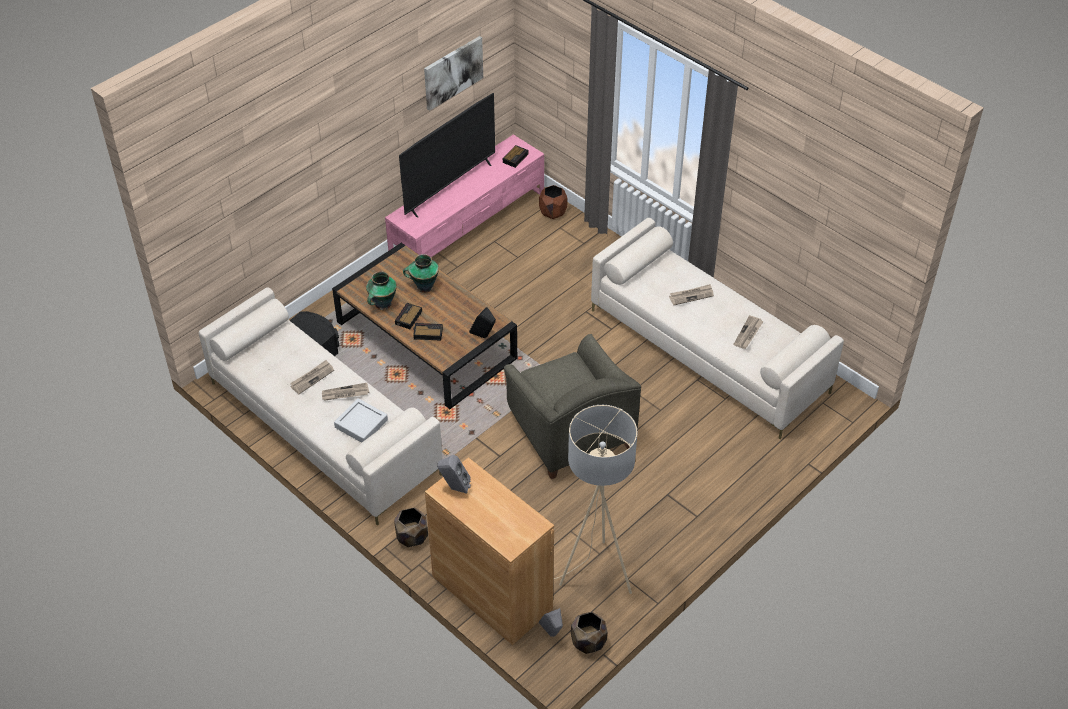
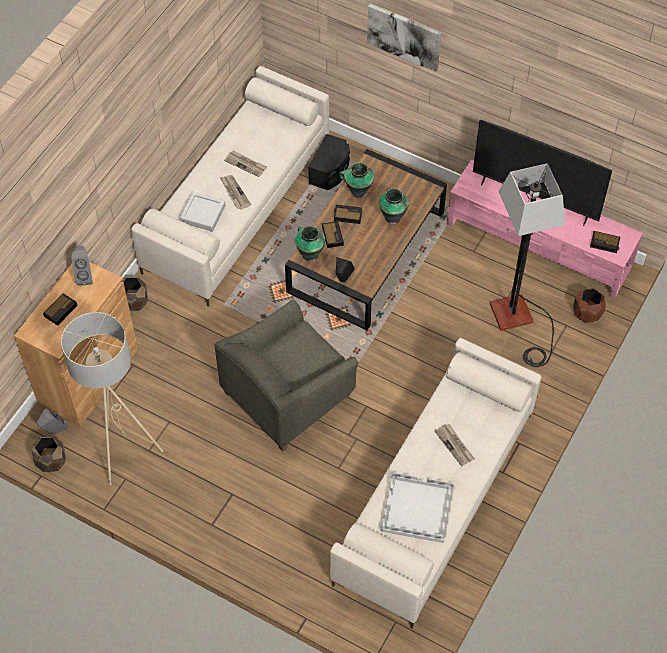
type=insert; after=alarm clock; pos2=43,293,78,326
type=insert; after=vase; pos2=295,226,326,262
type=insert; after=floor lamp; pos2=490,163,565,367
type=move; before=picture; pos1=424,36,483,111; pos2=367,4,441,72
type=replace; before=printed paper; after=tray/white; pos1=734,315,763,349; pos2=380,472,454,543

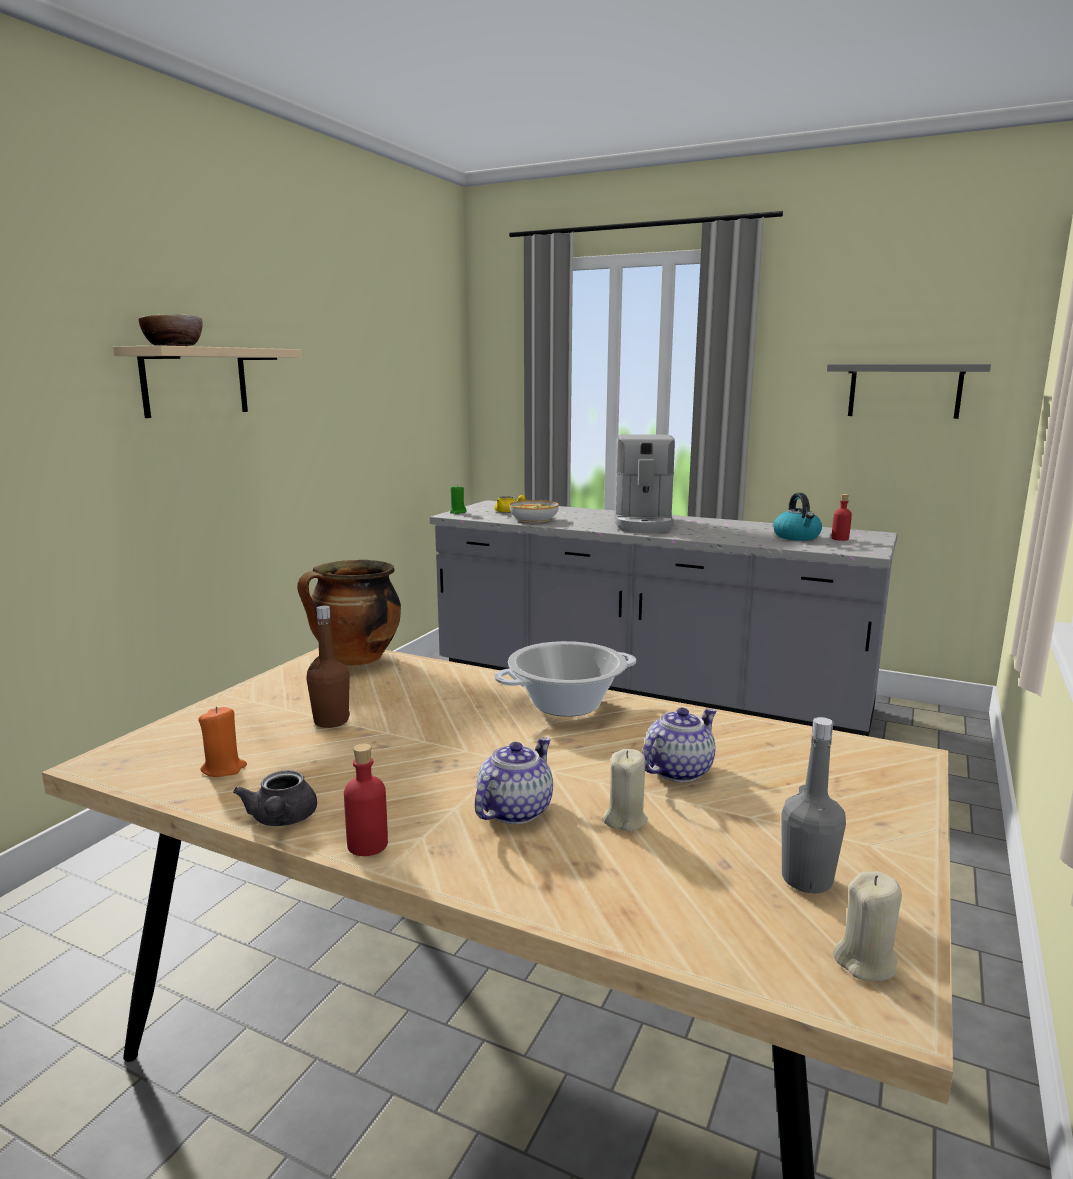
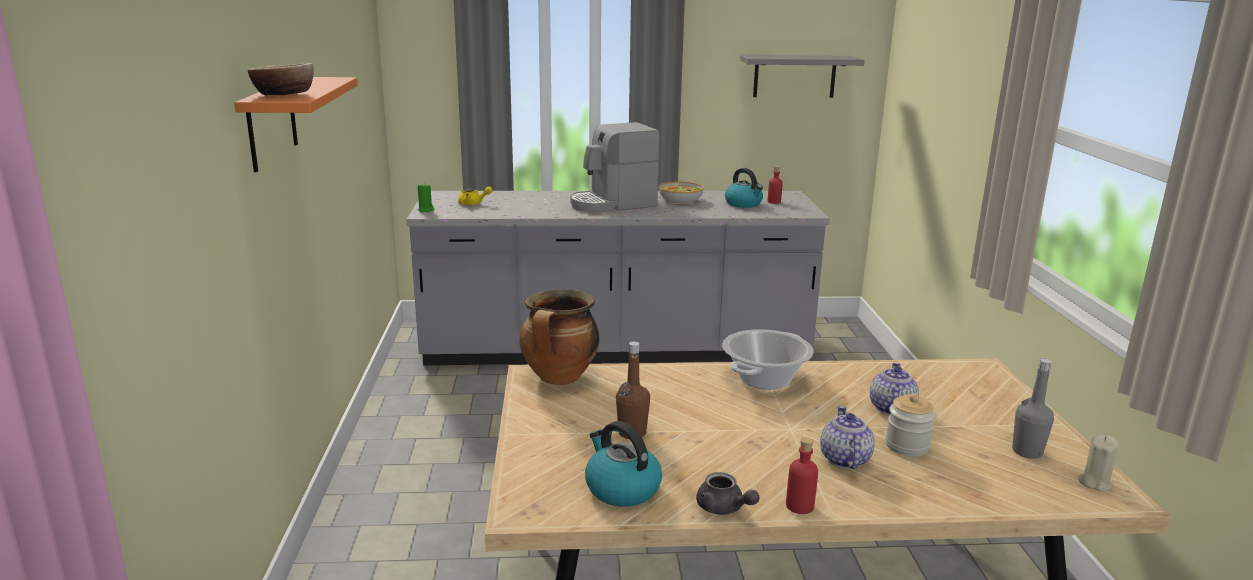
type=move; before=serving bowl; pos1=509,500,559,523; pos2=659,182,704,204
type=replace; before=wax light/orange; after=kettle; pos1=198,707,247,777; pos2=585,421,662,507
type=replace; before=wax light/beige-coloured; after=storage jar; pos1=603,749,648,831; pos2=885,393,935,457
type=recolor; before=bracket shelf/beige-coloured; after=bracket shelf/orange; pos1=113,345,302,418; pos2=234,77,358,172
type=rotate; before=coffee maker; pos1=615,434,675,534; pos2=570,122,660,213; turn=90

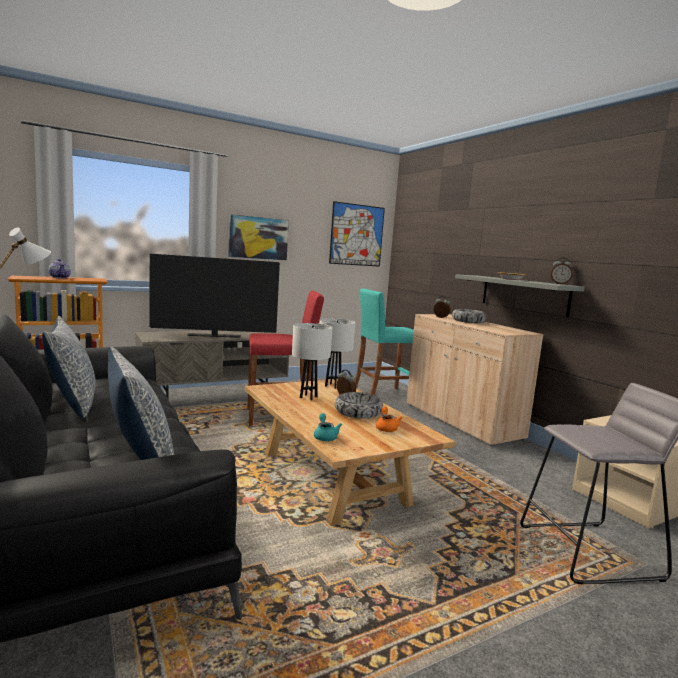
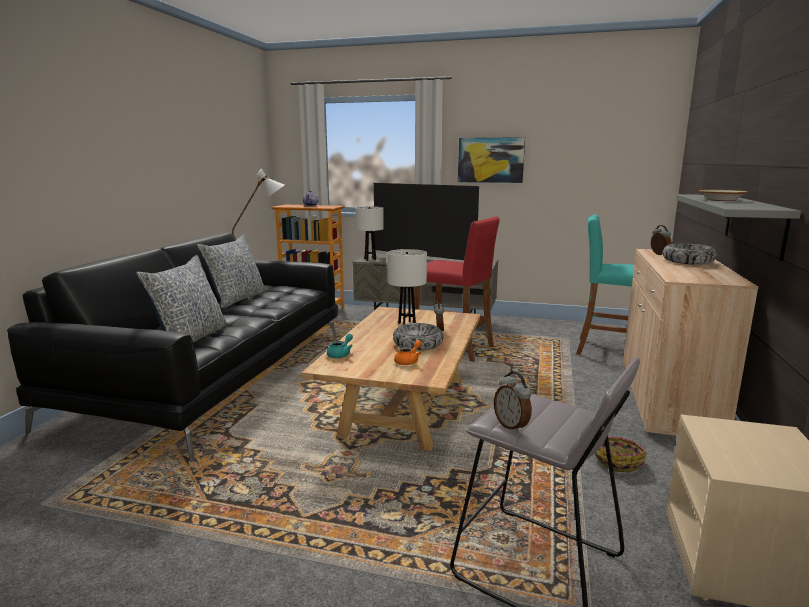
type=delete; before=picture; pos1=329,201,385,267
type=insert; after=household basket; pos2=595,437,647,473
type=move; before=tabletop lamp/white; pos1=320,318,355,389; pos2=356,206,384,261
type=move; before=alarm clock; pos1=550,258,573,285; pos2=494,372,532,433

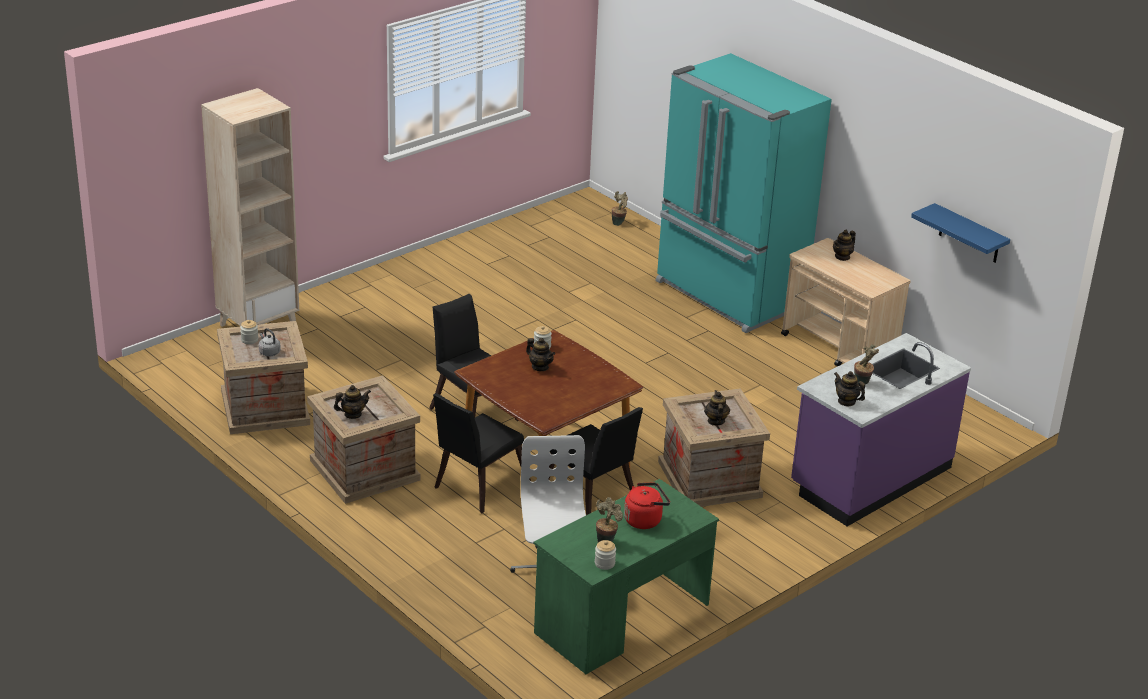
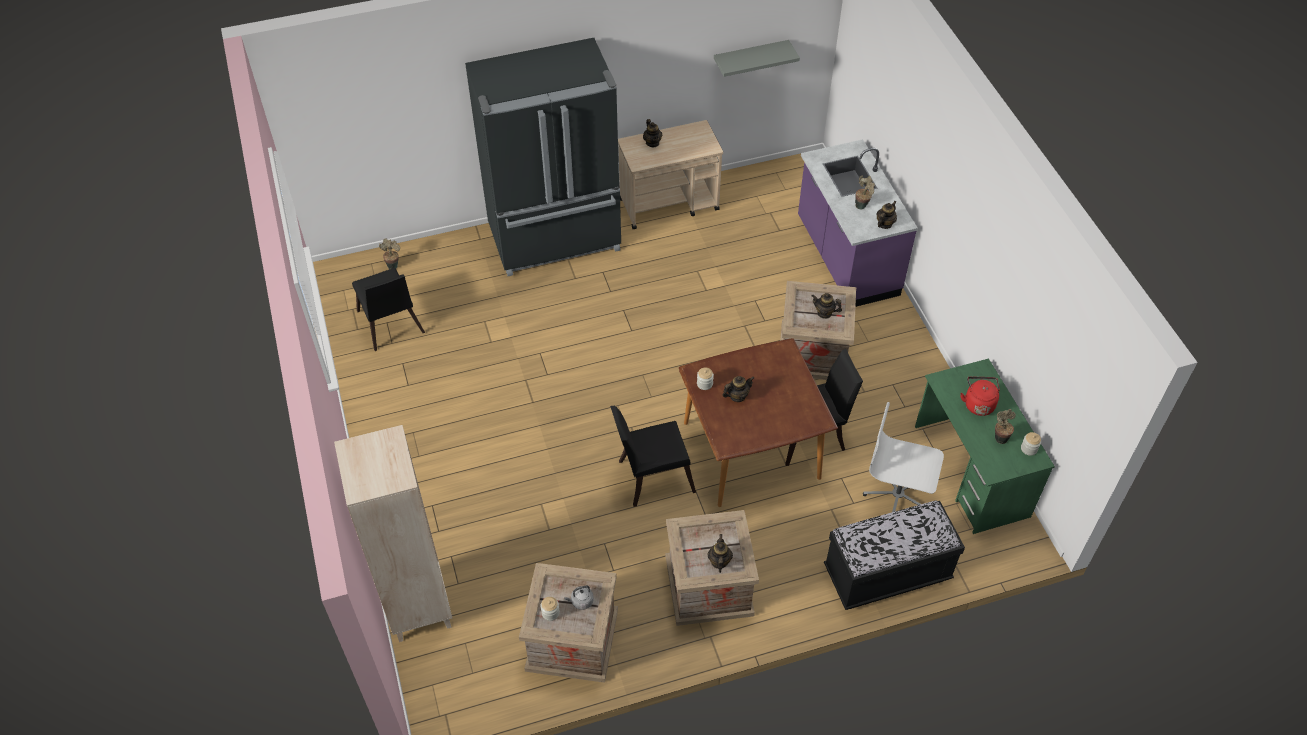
type=insert; after=indoor bench/black; pos2=824,500,965,610
type=move; before=upright chair/black; pos1=433,393,531,513; pos2=352,268,425,351
type=recolor; before=fridge/blue-green; after=fridge/black; pos1=656,53,832,333; pos2=465,38,621,276
type=recolor; before=bracket shelf/blue-coloured; after=bracket shelf/gray; pos1=911,203,1010,263; pos2=714,40,800,77
type=rotate; before=teapot; pos1=834,371,865,406; pos2=877,201,897,229; turn=150

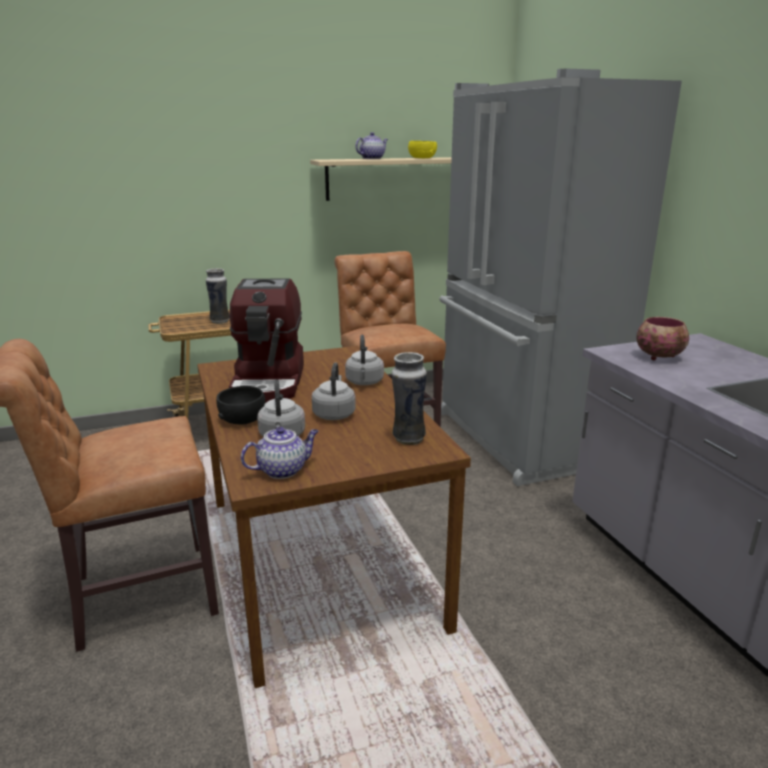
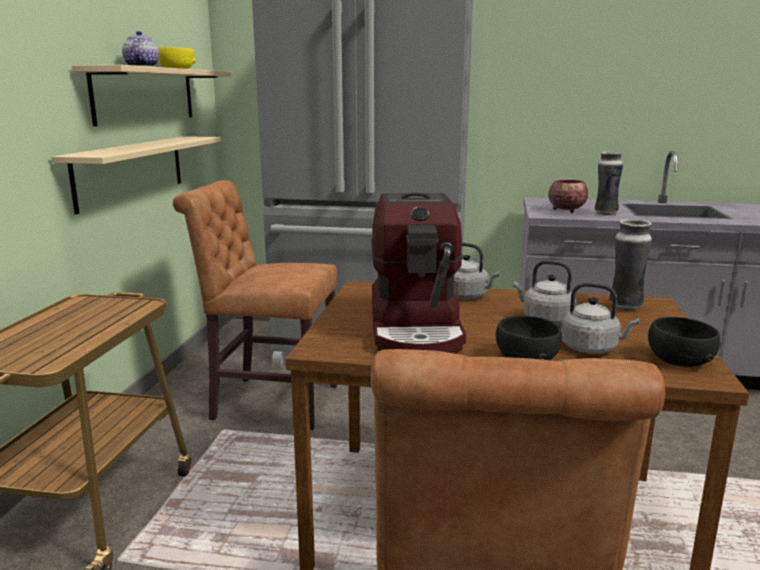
type=insert; after=bracket shelf/beige-coloured; pos2=52,136,221,214
type=move; before=vase; pos1=206,268,230,324; pos2=595,152,623,215
type=replace; before=teapot; after=serving bowl/black; pos1=241,427,319,479; pos2=648,317,720,367
type=rotate; before=coffee maker; pos1=229,278,304,402; pos2=371,193,466,354; turn=60

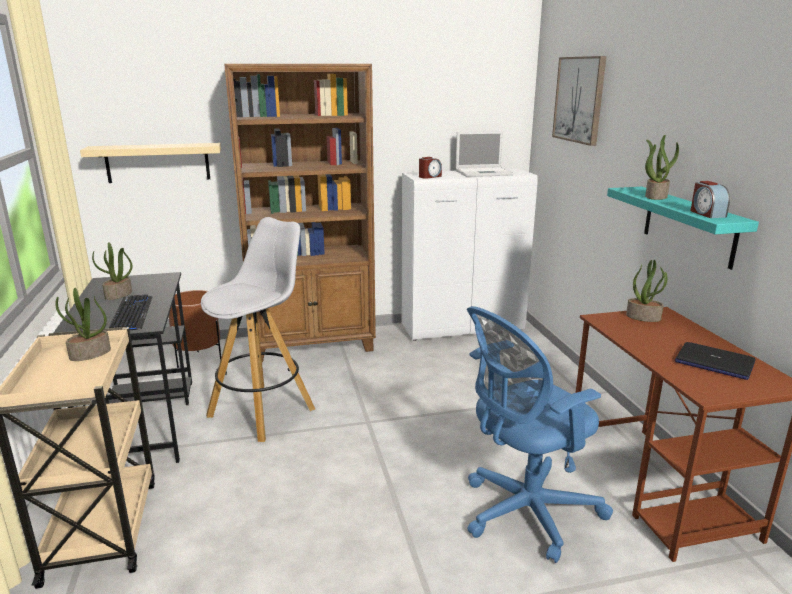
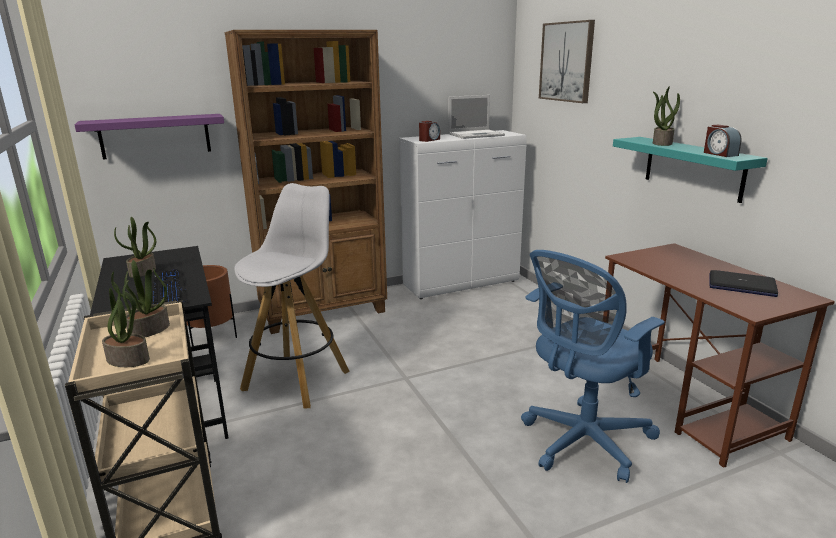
type=move; before=potted plant; pos1=626,260,667,322; pos2=102,280,150,367
type=recolor; before=bracket shelf/beige-coloured; after=bracket shelf/purple; pos1=80,143,221,183; pos2=75,114,224,160

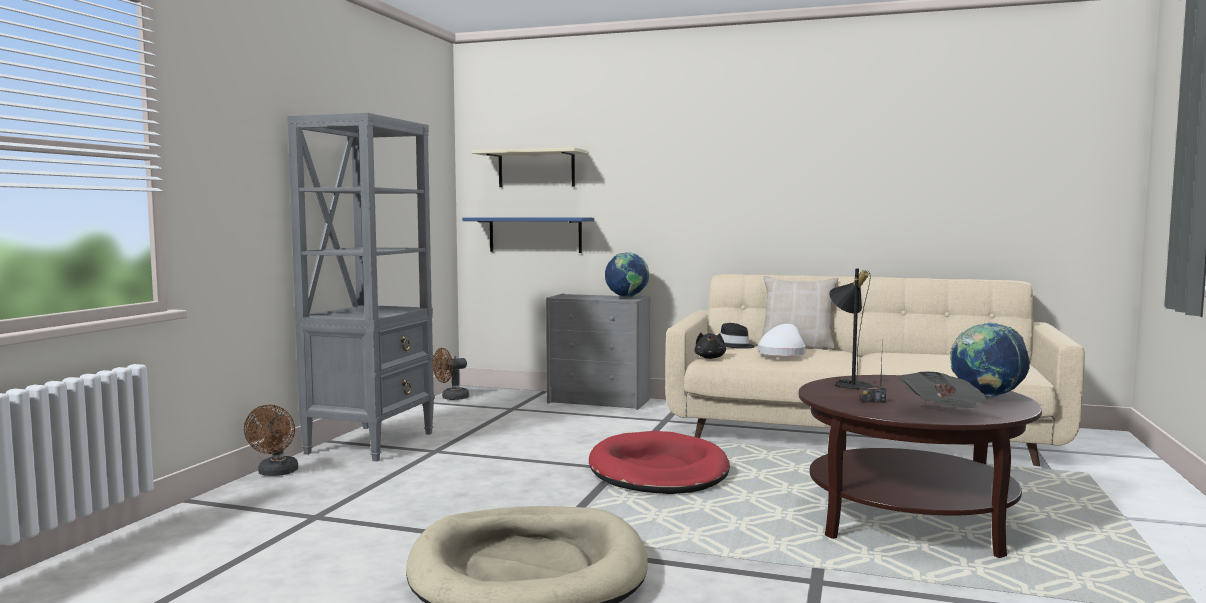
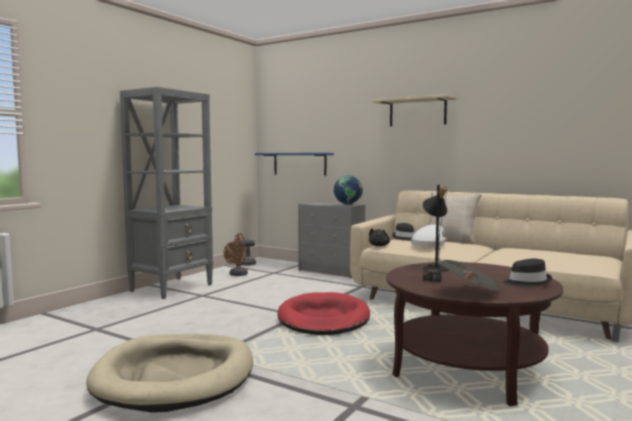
type=move; before=electric fan/brown; pos1=244,405,298,476; pos2=223,242,248,276
type=move; before=bracket shelf/beige-coloured; pos1=471,147,587,187; pos2=371,94,457,126
type=replace; before=globe; after=wearable hat/black; pos1=950,322,1030,398; pos2=503,259,552,287

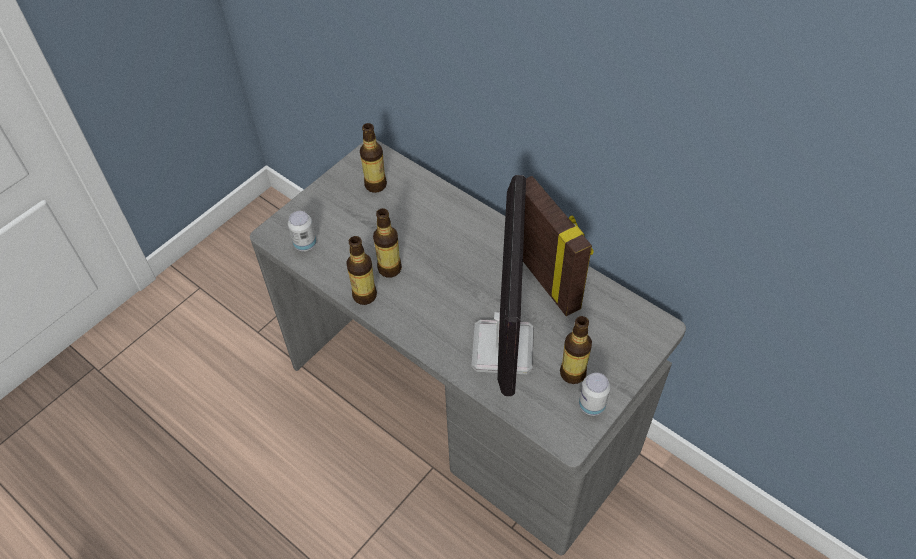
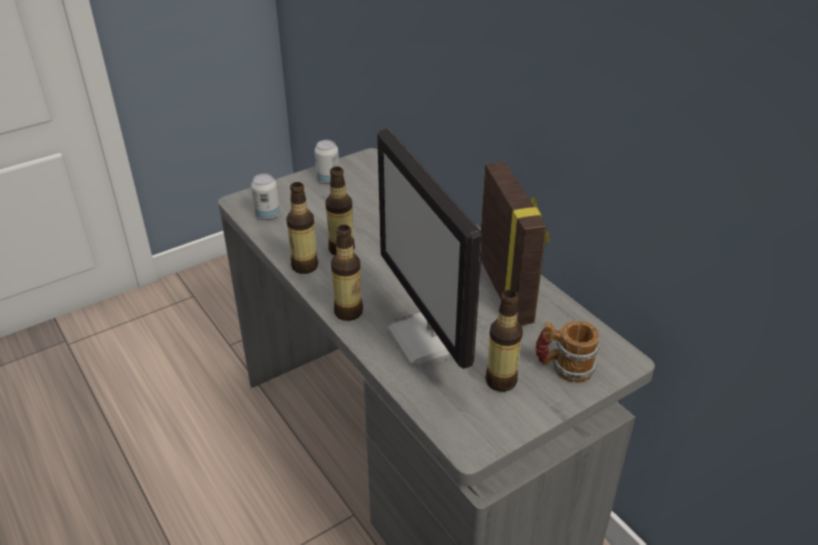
type=insert; after=mug; pos2=535,321,600,383
type=move; before=bottle; pos1=360,123,387,193; pos2=331,225,363,321
type=move; before=metal can; pos1=579,373,610,416; pos2=315,140,339,184
type=rotate; before=monitor; pos1=472,175,534,396; pos2=377,129,483,369; turn=135

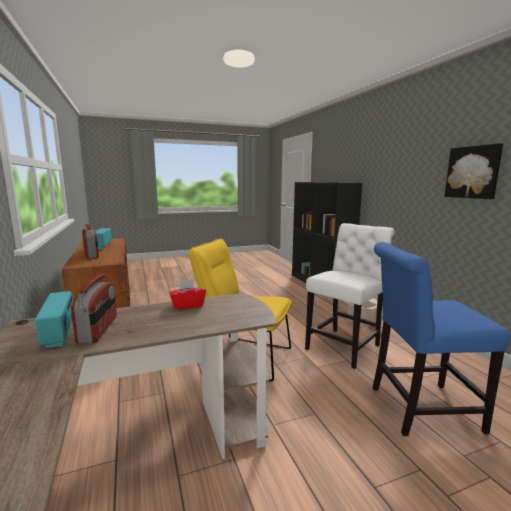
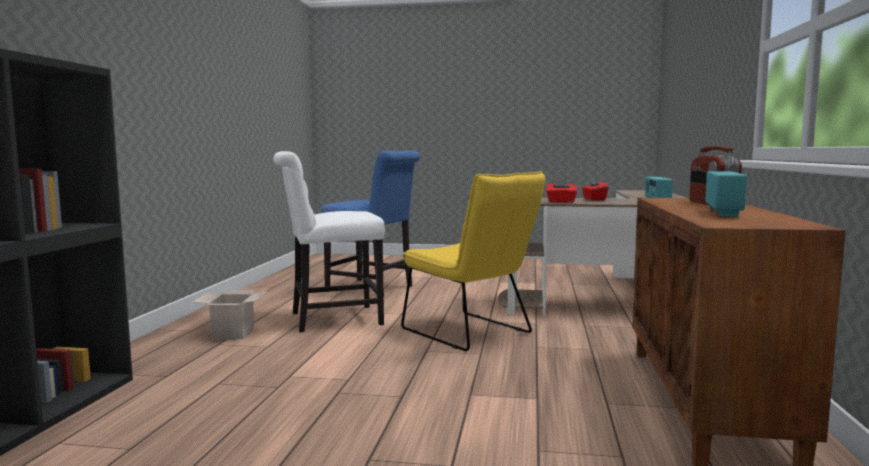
type=delete; before=radio receiver; pos1=71,274,117,344
type=delete; before=picture; pos1=444,143,503,199
type=insert; after=tissue box/red; pos2=582,177,608,201

